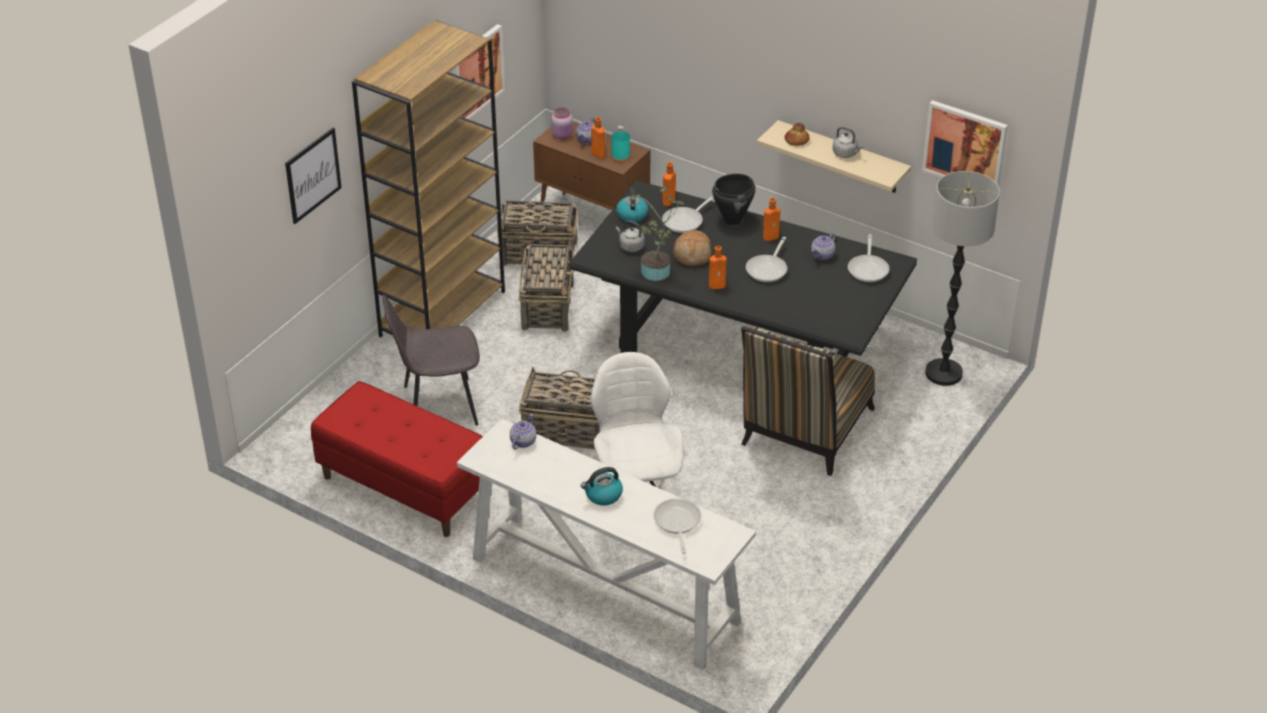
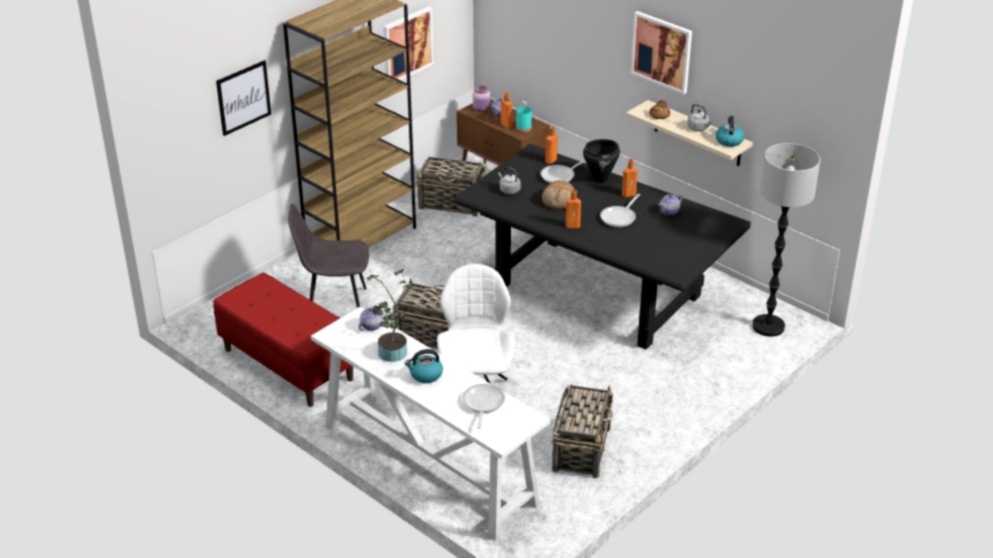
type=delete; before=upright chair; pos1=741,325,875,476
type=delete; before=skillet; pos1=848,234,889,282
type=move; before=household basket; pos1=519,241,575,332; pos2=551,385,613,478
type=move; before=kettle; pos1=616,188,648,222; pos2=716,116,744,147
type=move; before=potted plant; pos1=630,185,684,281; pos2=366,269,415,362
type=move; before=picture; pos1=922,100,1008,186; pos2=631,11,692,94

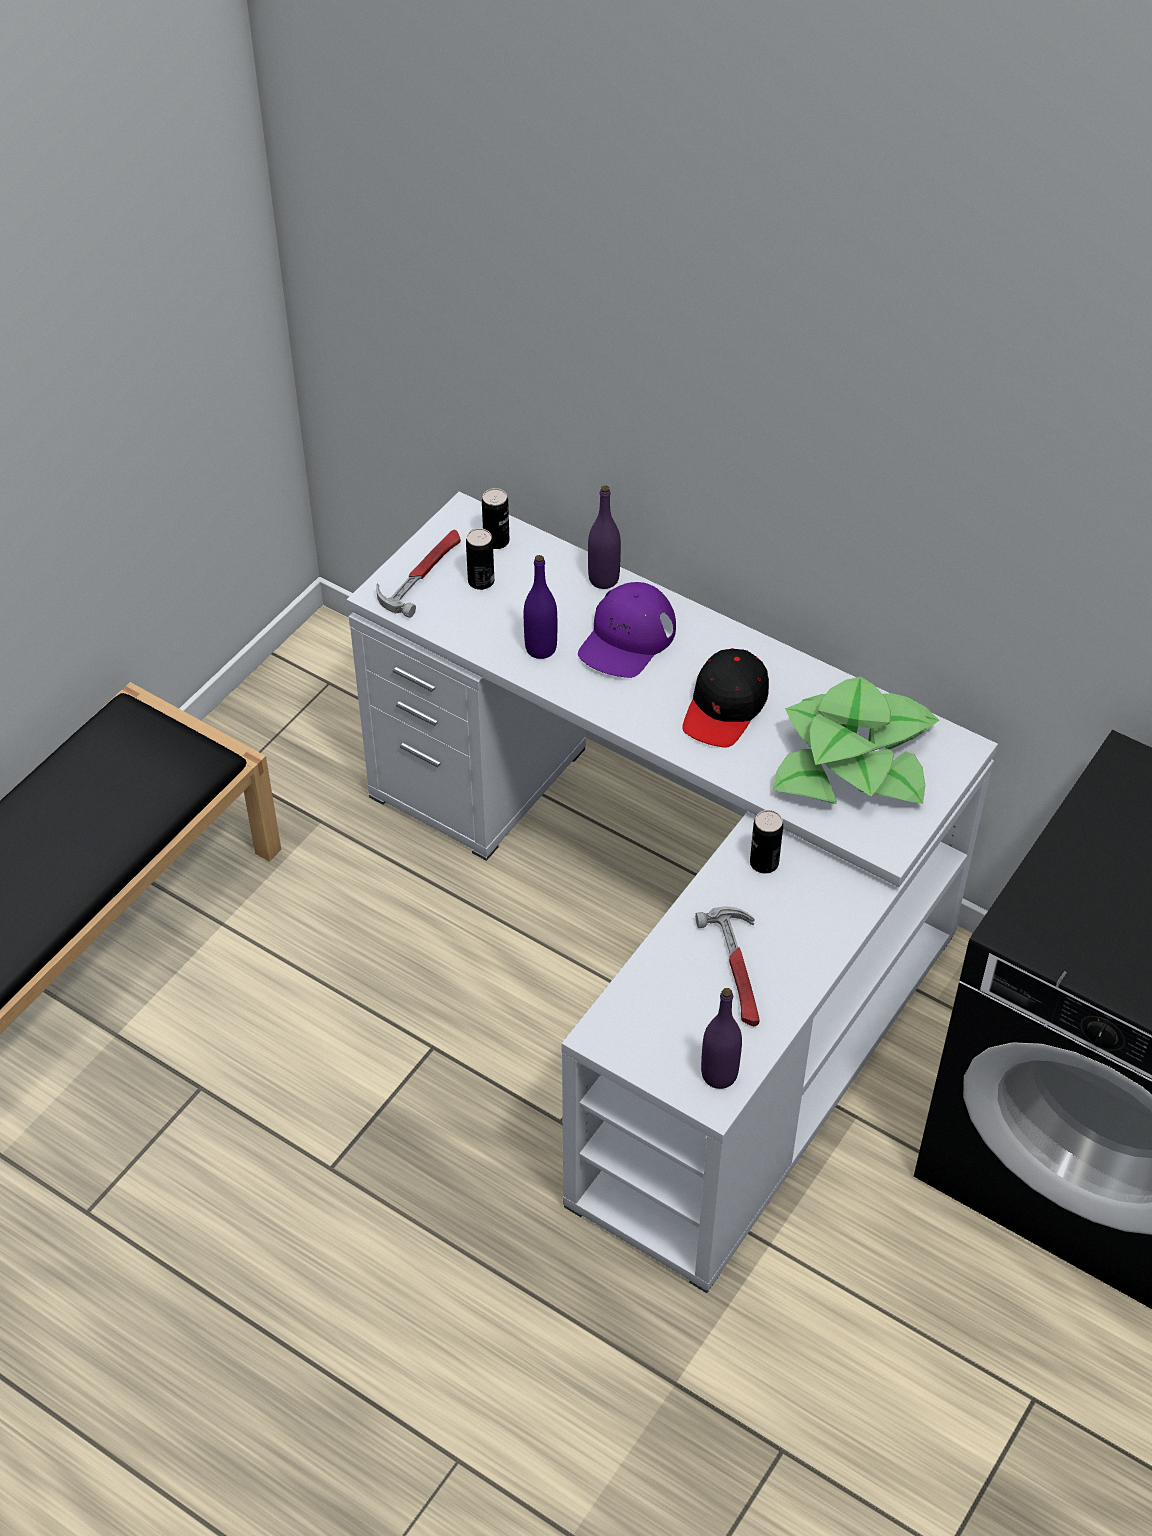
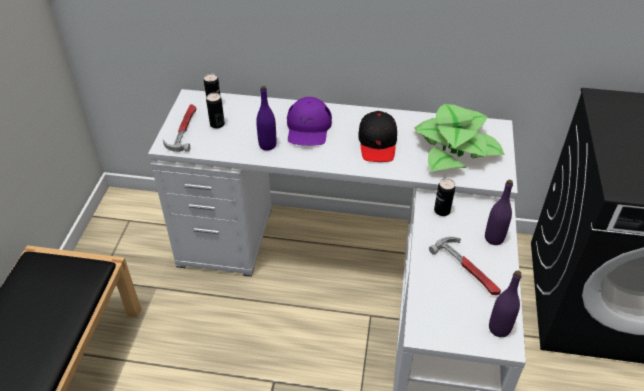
type=move; before=bottle/purple; pos1=588,485,621,589; pos2=485,180,513,245

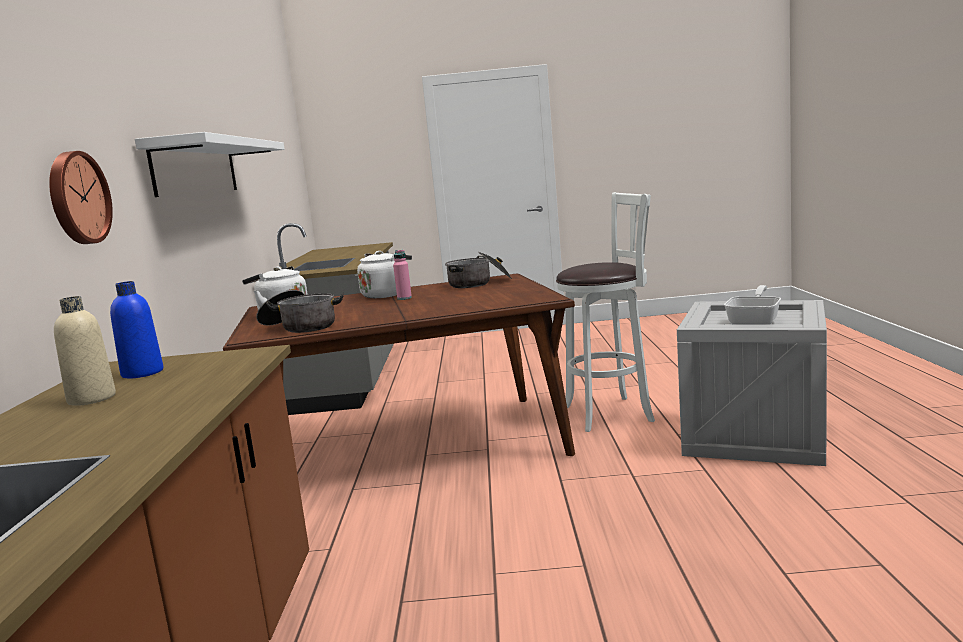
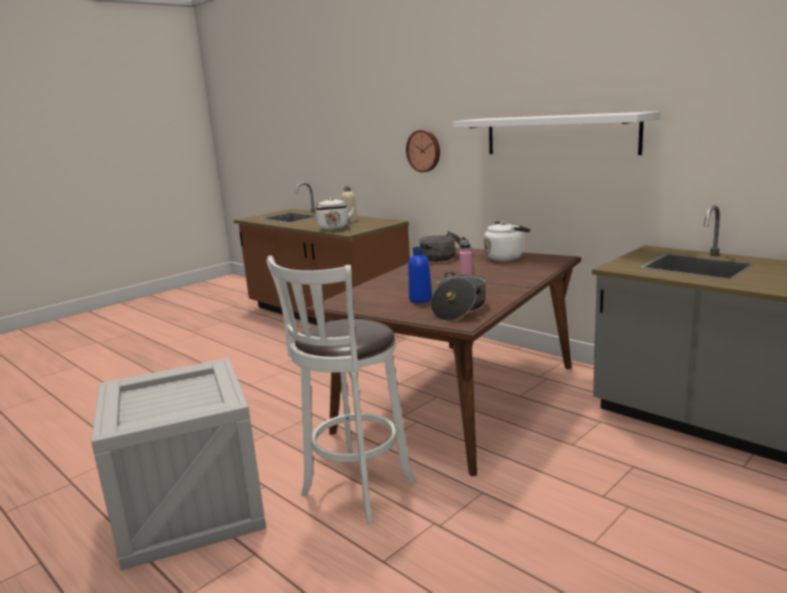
type=delete; before=skillet; pos1=724,285,781,325
type=move; before=bottle/blue-coloured; pos1=110,281,163,379; pos2=408,247,432,303
type=move; before=kettle/white; pos1=357,251,412,298; pos2=316,198,355,230

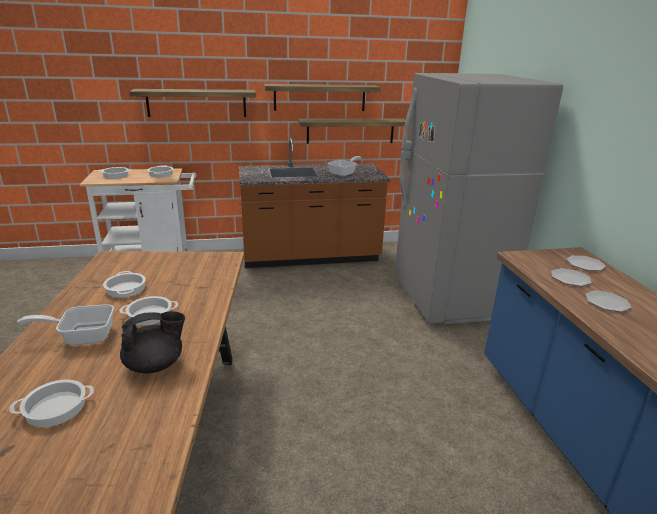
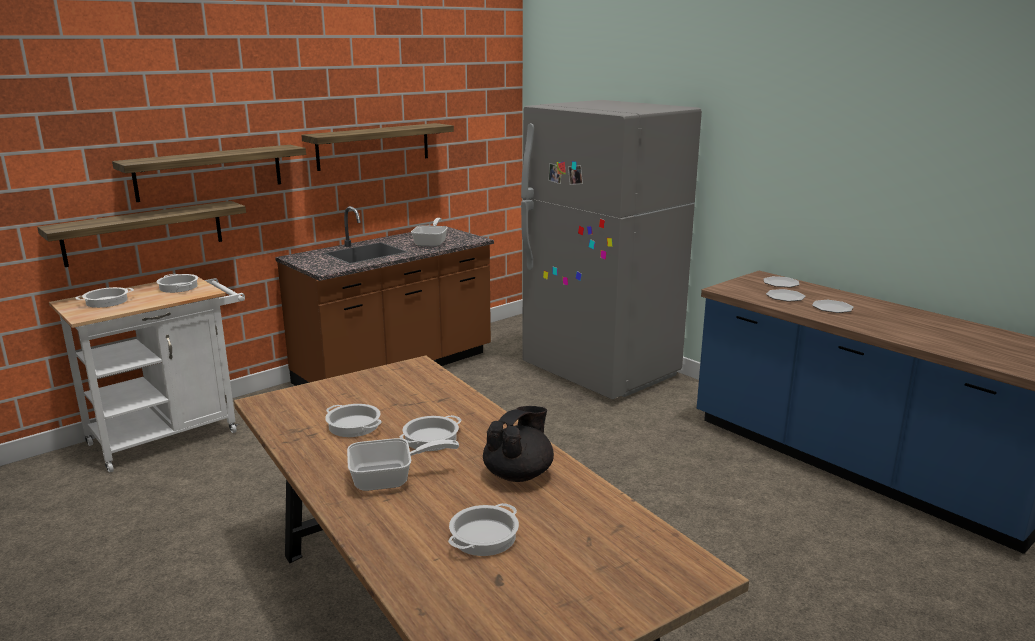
type=move; before=bracket shelf; pos1=298,118,406,144; pos2=37,201,246,267
type=rotate; before=skillet; pos1=17,304,114,345; pos2=347,438,459,491; turn=-150

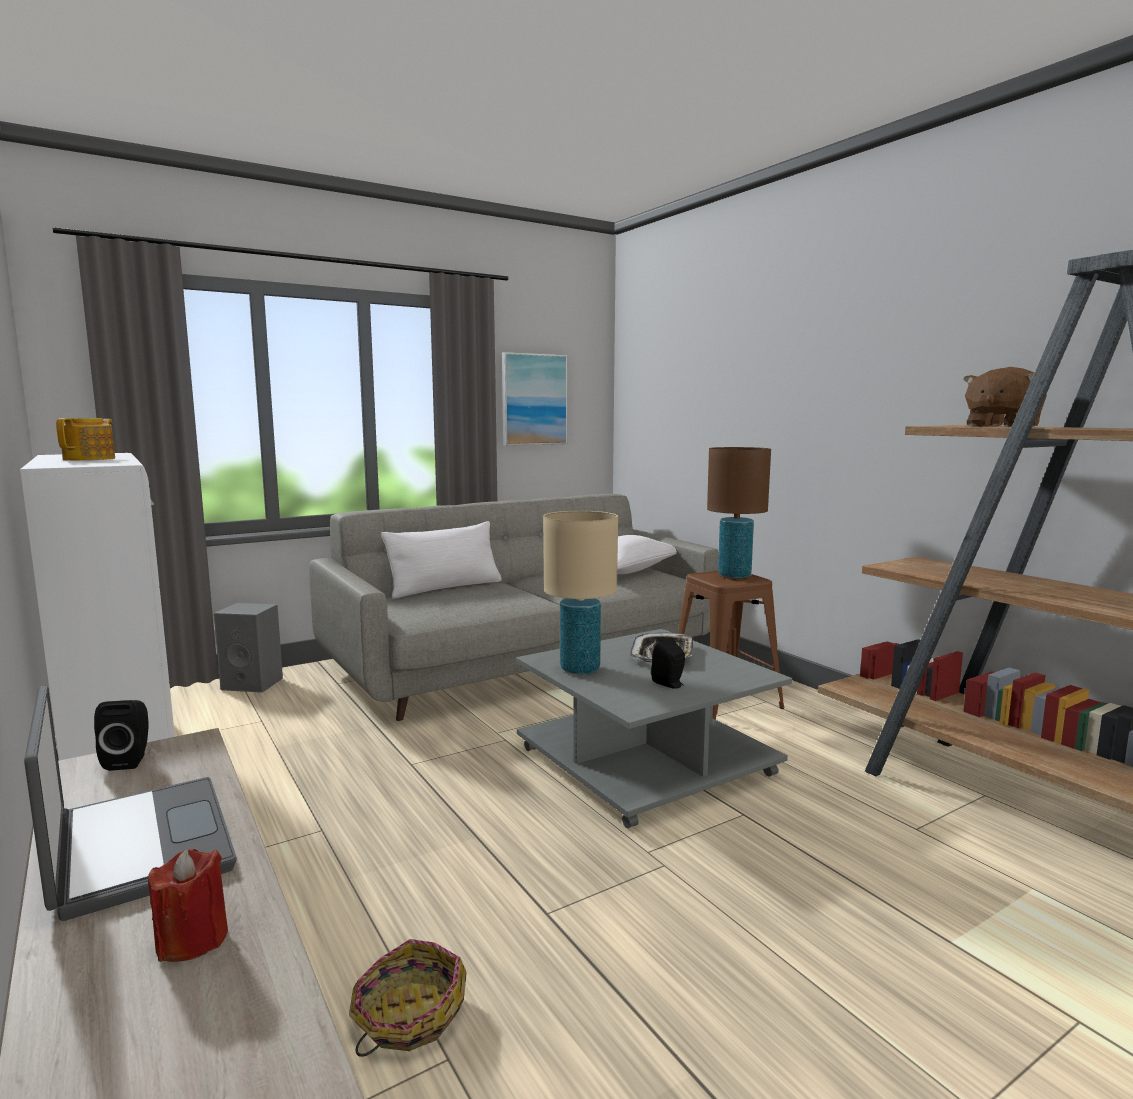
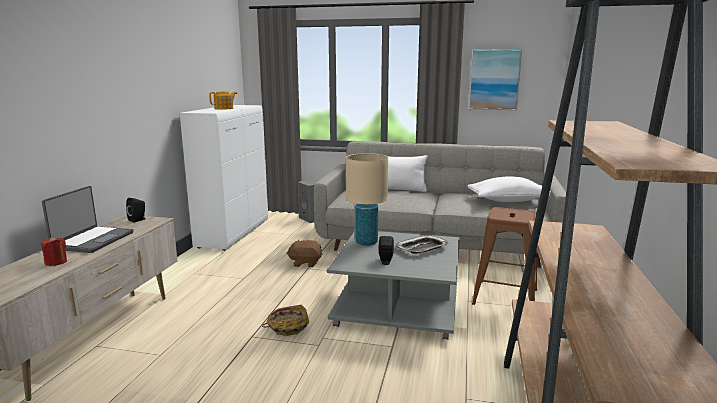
type=delete; before=tabletop lamp/brown; pos1=707,447,771,578
type=move; before=household basket; pos1=349,939,467,1057; pos2=262,305,309,336
type=move; before=cuddly toy/brown; pos1=963,367,1047,427; pos2=287,240,323,267

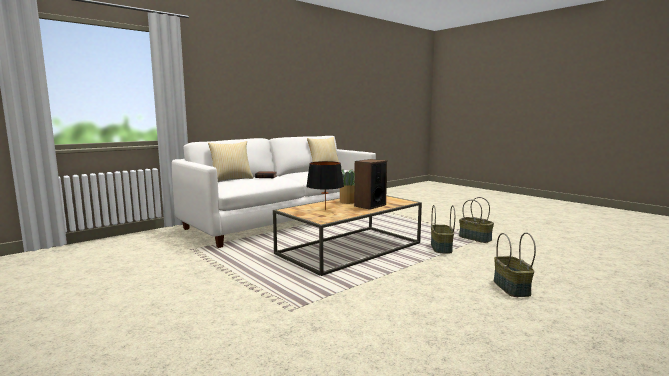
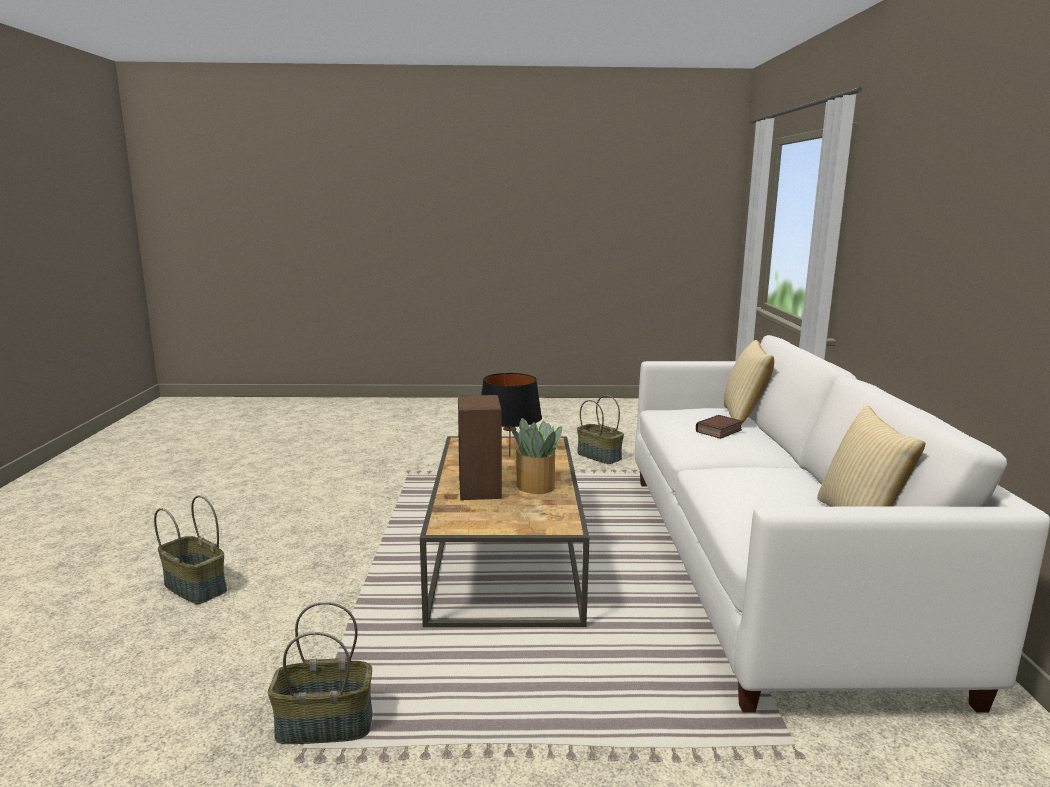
type=move; before=household basket; pos1=431,205,455,254; pos2=577,395,624,464

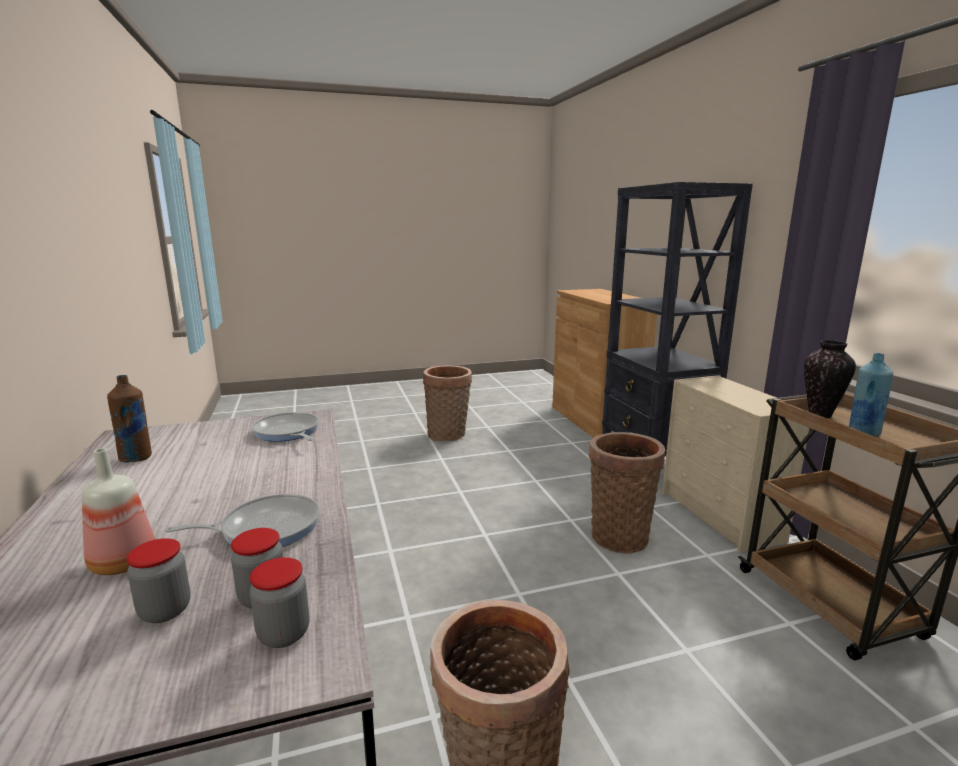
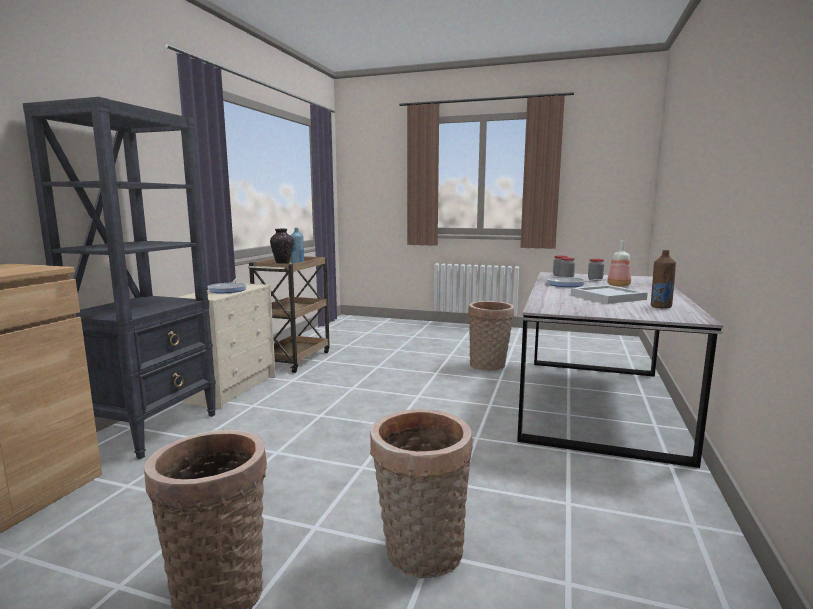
type=insert; after=tray/white; pos2=571,285,648,304
type=move; before=skillet; pos1=252,412,319,442; pos2=207,278,247,293
type=move; before=household basket; pos1=589,432,665,554; pos2=370,409,473,578

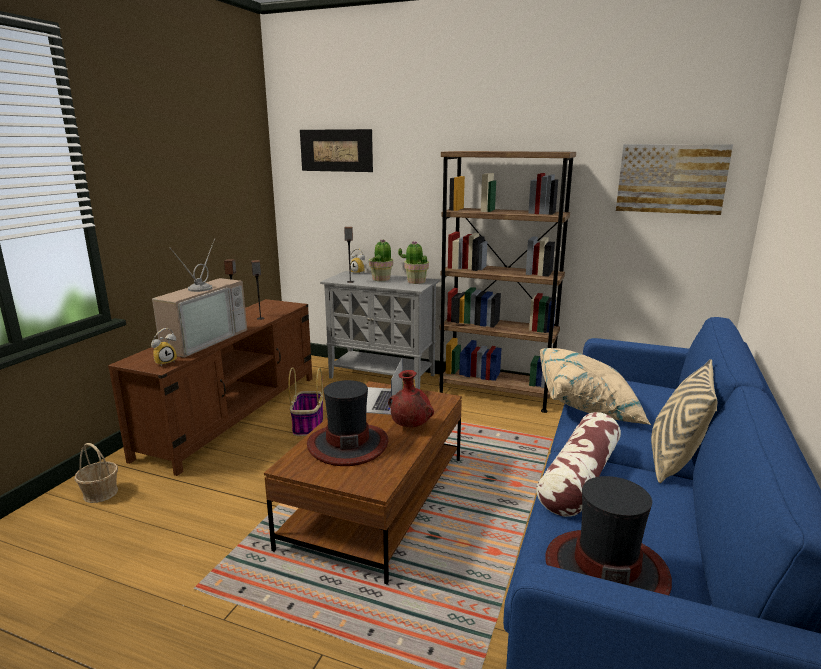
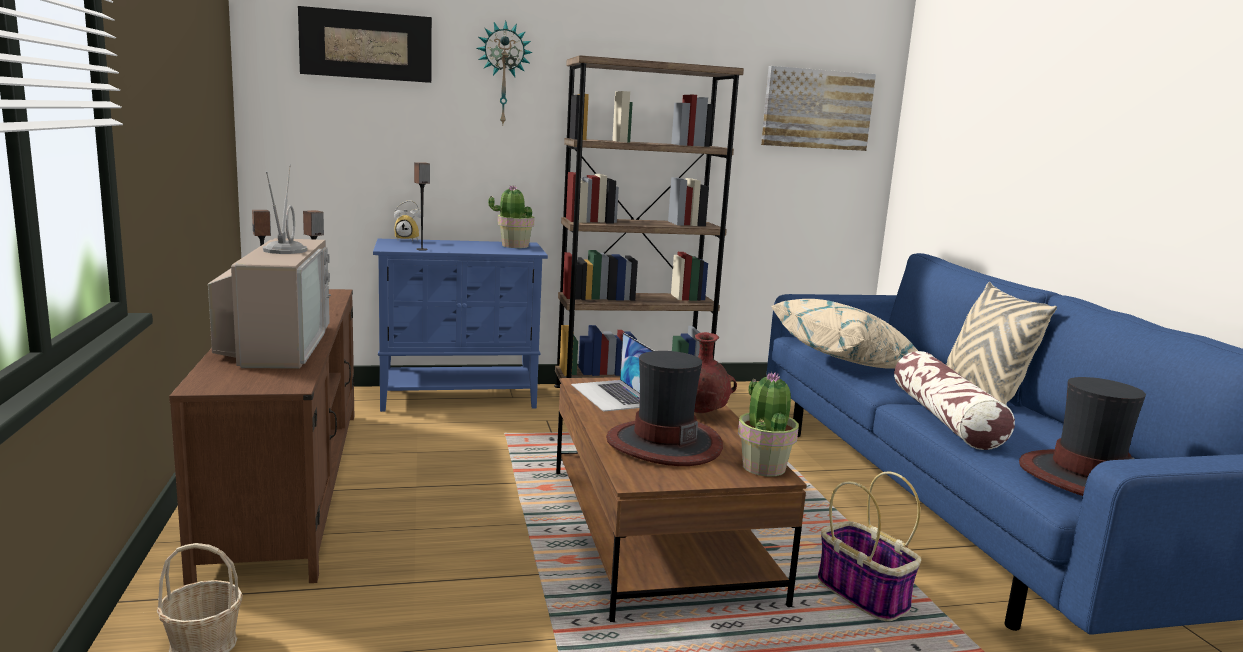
type=delete; before=alarm clock; pos1=151,328,177,367
type=insert; after=clock on the wall; pos2=477,21,533,124
type=move; before=household basket; pos1=288,367,323,436; pos2=818,471,921,621
type=move; before=potted plant; pos1=369,239,393,281; pos2=738,372,799,477
type=recolor; before=storage cabinet/gray; after=storage cabinet/blue-coloured; pos1=320,271,440,389; pos2=373,239,548,412

